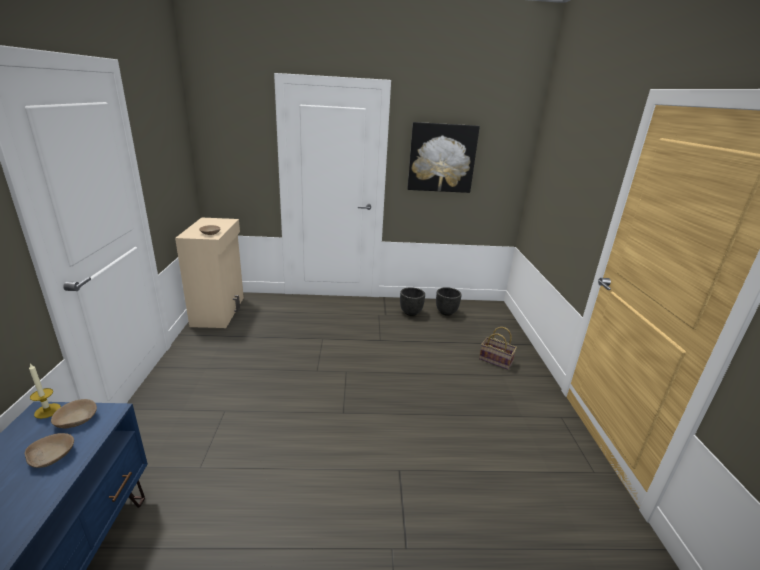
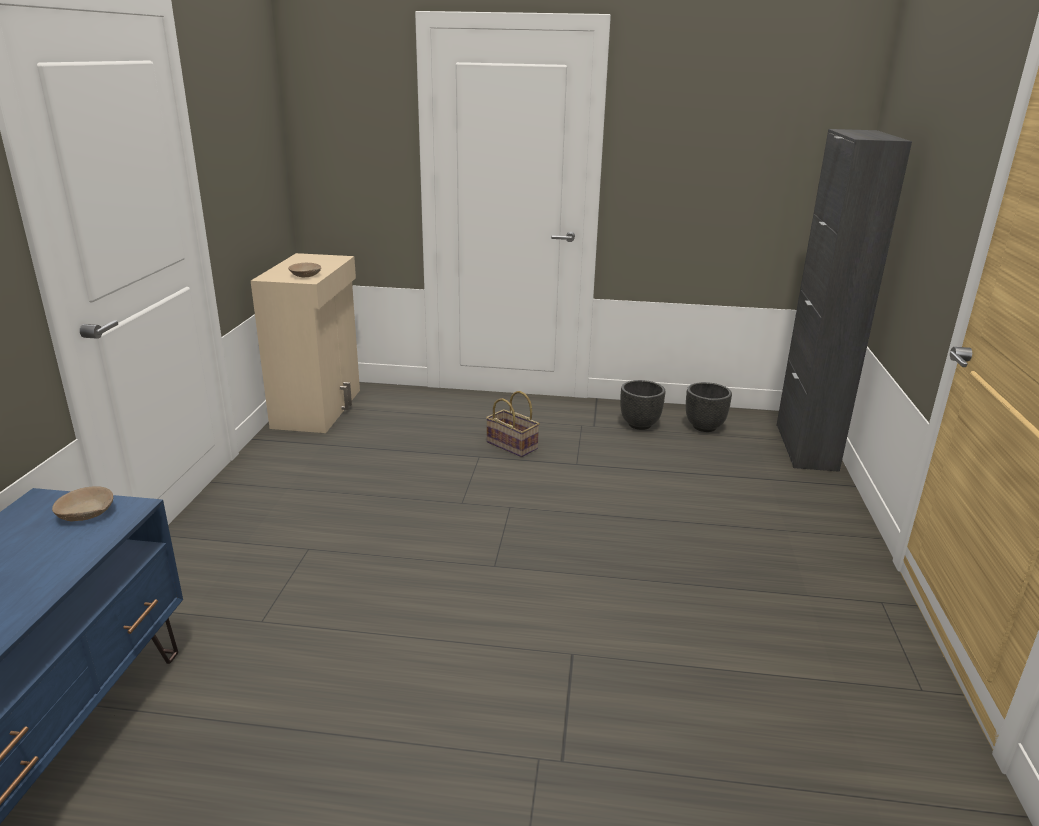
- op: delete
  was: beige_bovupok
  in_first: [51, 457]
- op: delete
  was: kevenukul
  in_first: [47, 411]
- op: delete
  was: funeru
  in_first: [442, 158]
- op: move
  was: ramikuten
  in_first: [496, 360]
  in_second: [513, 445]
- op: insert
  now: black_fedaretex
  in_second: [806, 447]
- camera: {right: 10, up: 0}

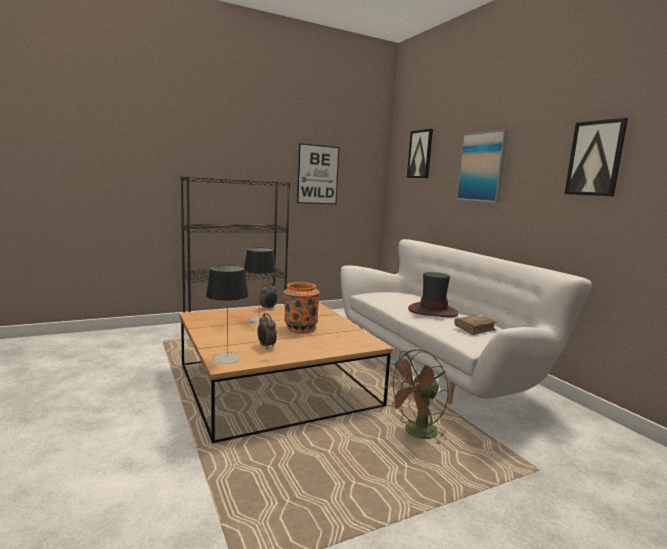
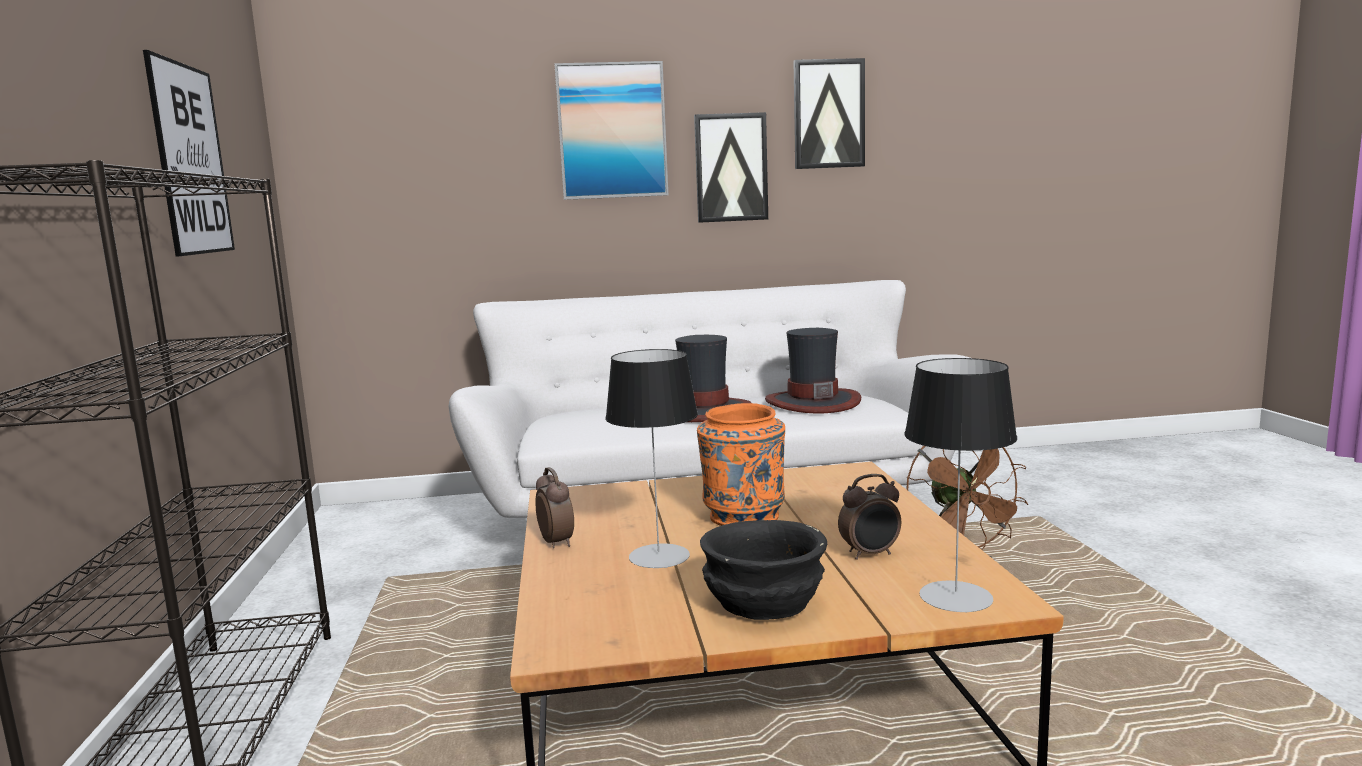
- op: move
  was: funeru
  in_first: [420, 154]
  in_second: [731, 168]
- op: replace
  was: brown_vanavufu
  now: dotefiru
  in_first: [474, 329]
  in_second: [812, 402]
- op: insert
  now: black_bovupok
  in_second: [761, 604]
- camera: {right: -70, up: 0}

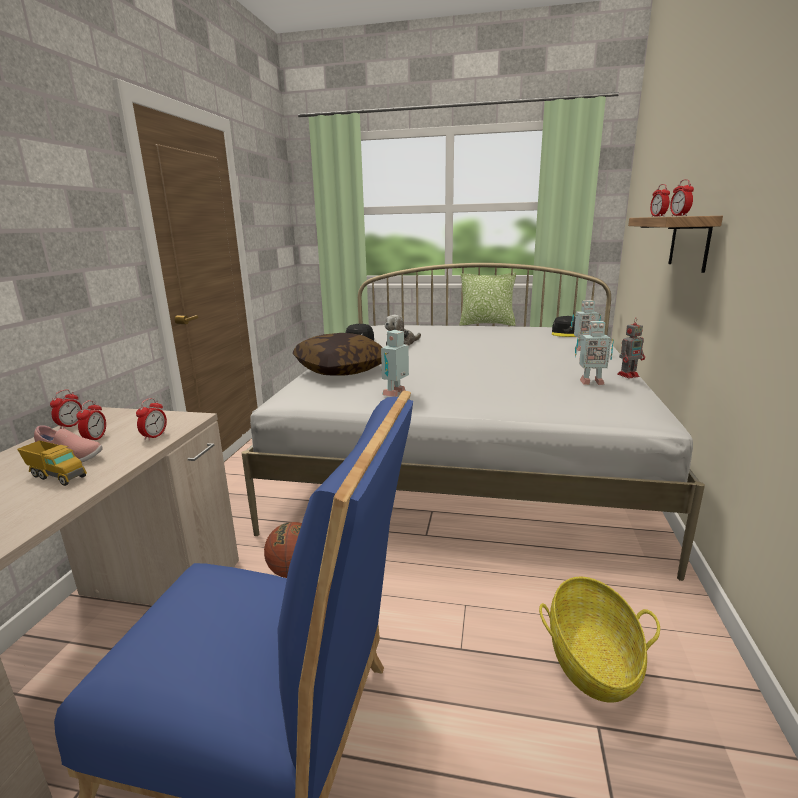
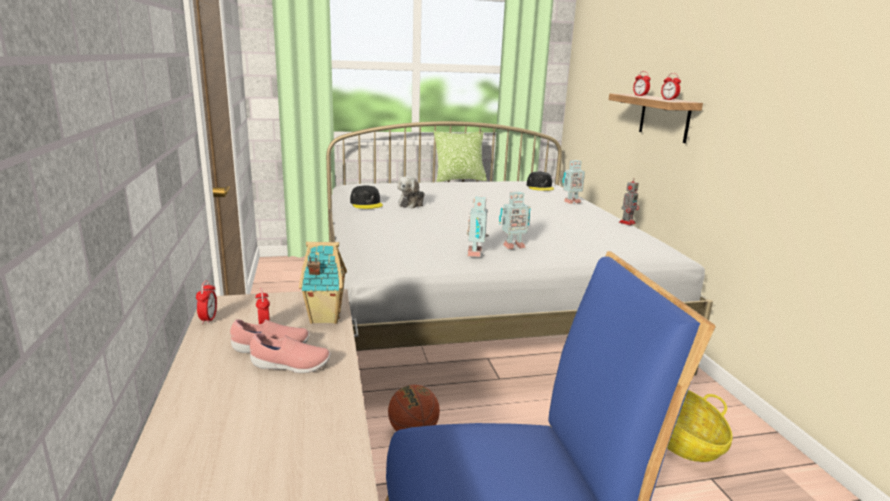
- op: replace
  was: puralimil
  now: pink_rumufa
  in_first: [56, 476]
  in_second: [290, 366]
- op: replace
  was: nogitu
  now: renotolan
  in_first: [154, 436]
  in_second: [324, 317]
- op: delete
  was: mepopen
  in_first: [340, 370]
- op: move
  was: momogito
  in_first: [590, 382]
  in_second: [512, 246]
- camera: {right: -25, up: 0}

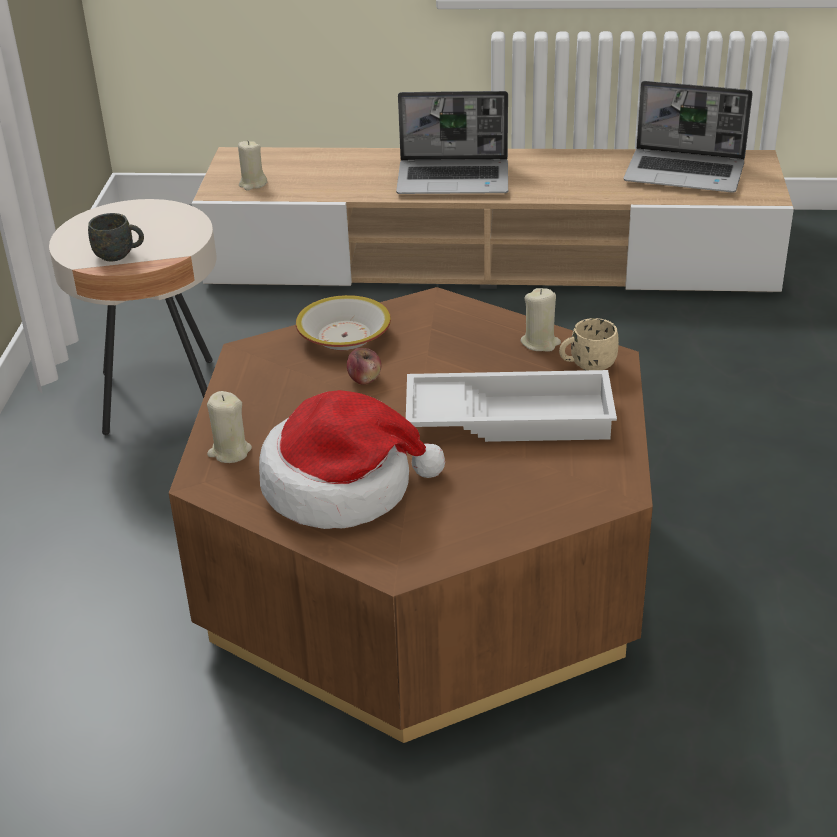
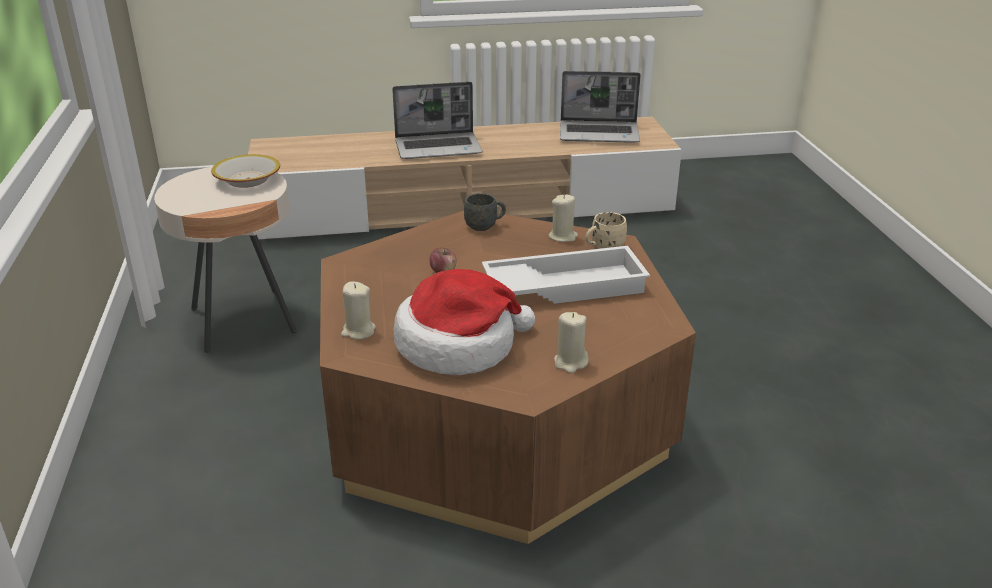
- op: move
  was: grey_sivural
  in_first: [120, 255]
  in_second: [485, 226]
- op: move
  was: beige_kevenukul
  in_first: [252, 184]
  in_second: [570, 362]
- op: move
  was: bovupok
  in_first: [344, 337]
  in_second: [248, 180]
- camera: {right: -15, up: -5}

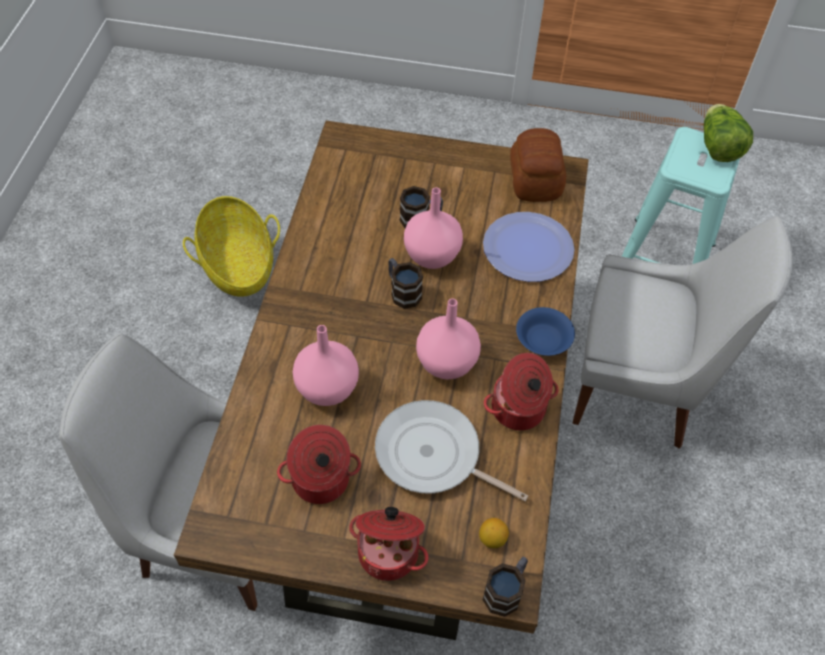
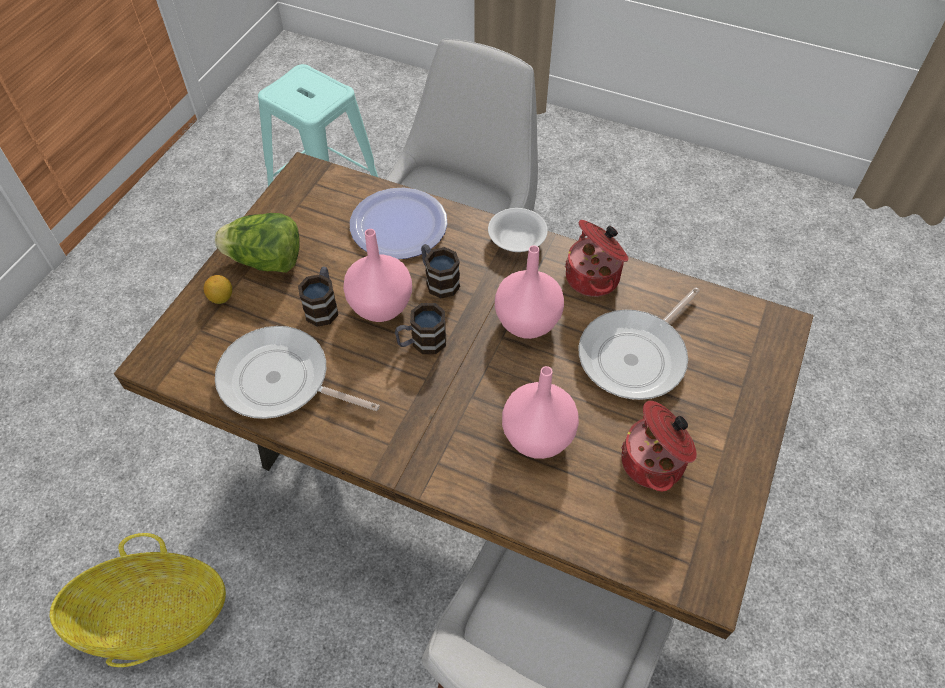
- op: delete
  was: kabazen
  in_first: [389, 551]
- op: move
  was: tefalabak
  in_first: [492, 539]
  in_second: [221, 298]
- op: move
  was: sivural
  in_first: [506, 591]
  in_second: [438, 280]
- op: delete
  was: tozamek
  in_first: [536, 179]
- op: recolor
  was: blue_bovupok
  now: white_bovupok
  in_first: [543, 339]
  in_second: [516, 240]
- op: move
  was: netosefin
  in_first: [718, 147]
  in_second: [266, 261]
- op: insert
  now: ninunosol
  in_second: [280, 381]
- camera: {right: -75, up: 0}

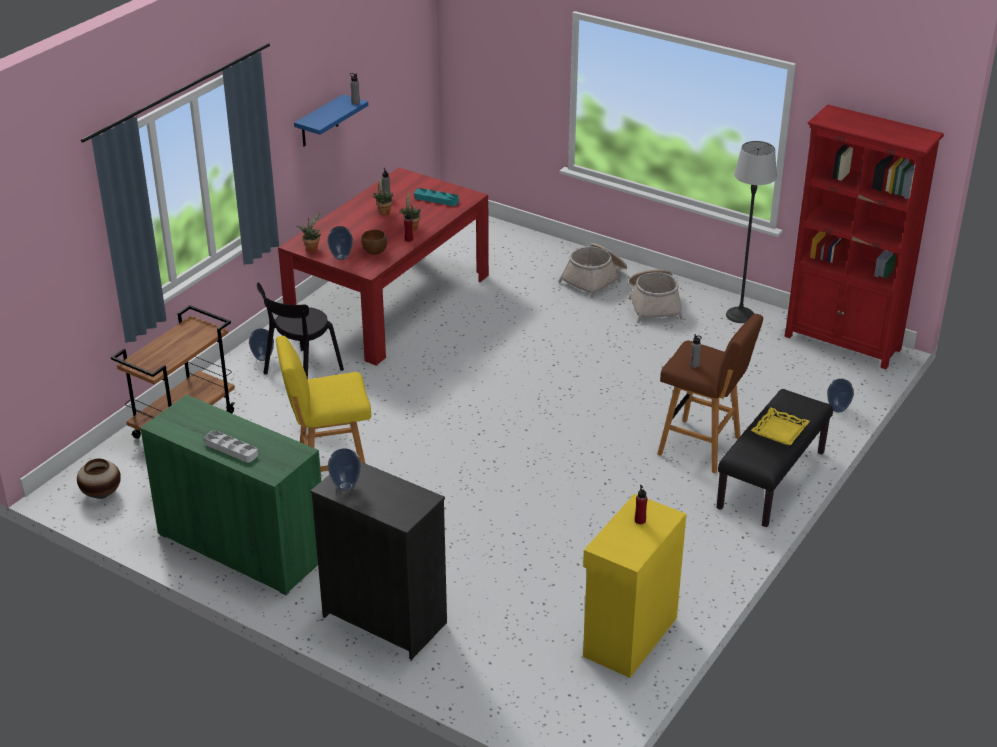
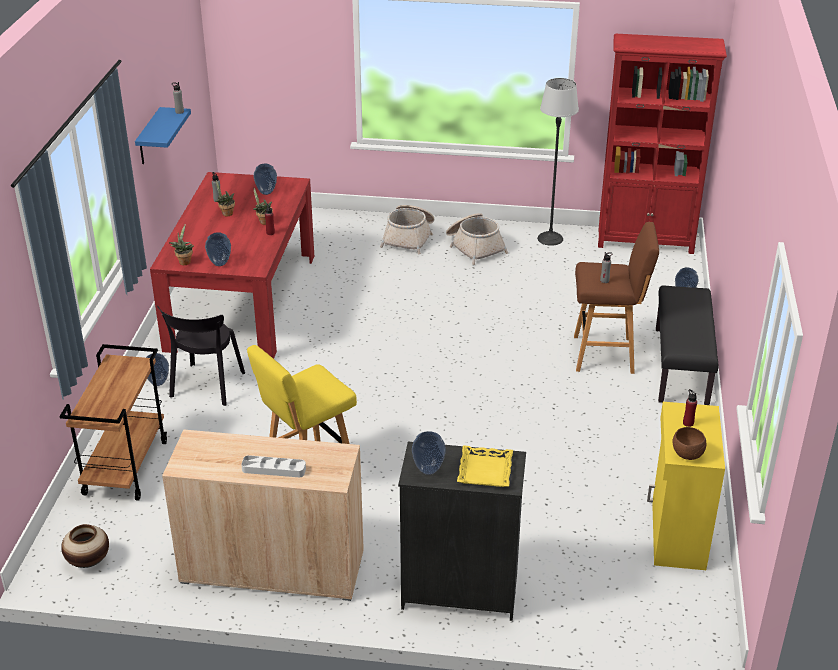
- op: recolor
  was: green_fedaretex
  now: beige_fedaretex
  in_first: [242, 546]
  in_second: [272, 567]
- op: move
  was: brown_bovupok
  in_first: [374, 252]
  in_second: [687, 455]
- op: replace
  was: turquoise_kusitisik
  now: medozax
  in_first: [436, 199]
  in_second: [266, 192]
- op: move
  was: yellow_kusitisik
  in_first: [780, 431]
  in_second: [485, 471]
- camera: {right: -25, up: 0}

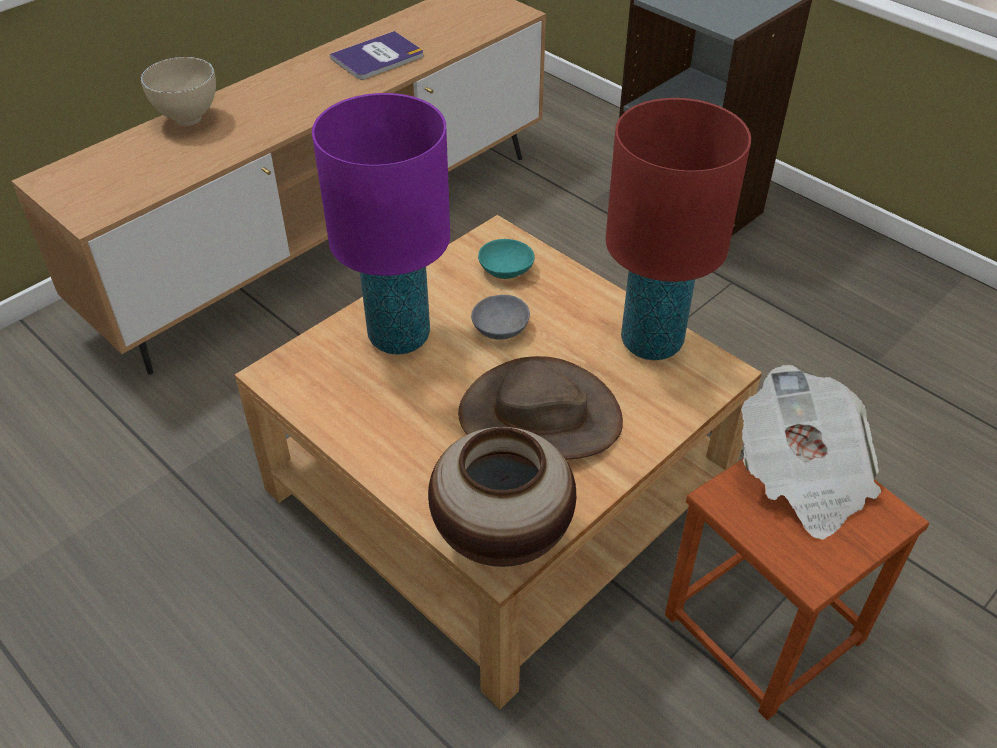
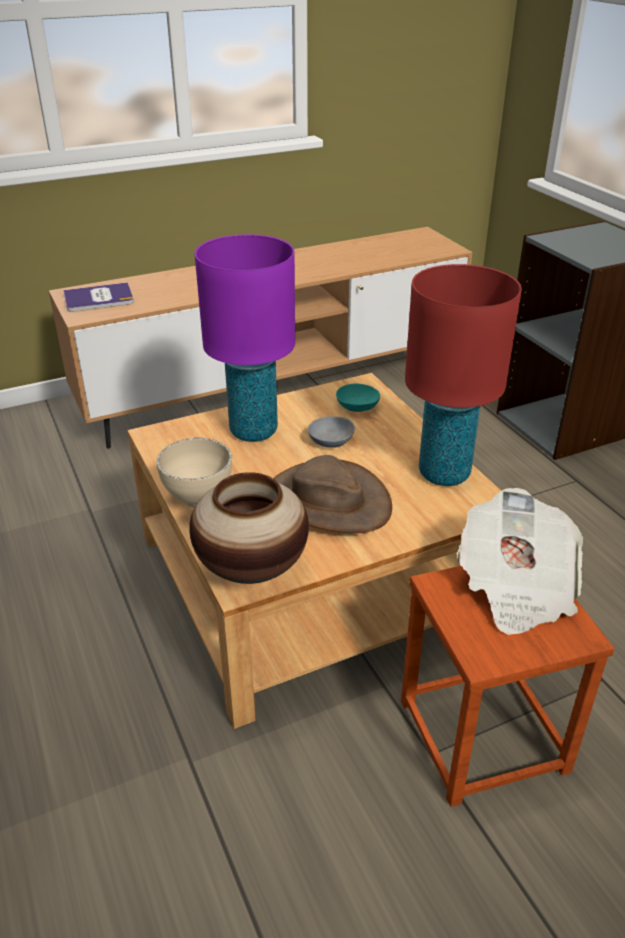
- op: move
  was: beige_bovupok
  in_first: [188, 121]
  in_second: [197, 502]
- op: move
  was: vanavufu
  in_first: [378, 57]
  in_second: [98, 299]
- camera: {right: 20, up: -10}

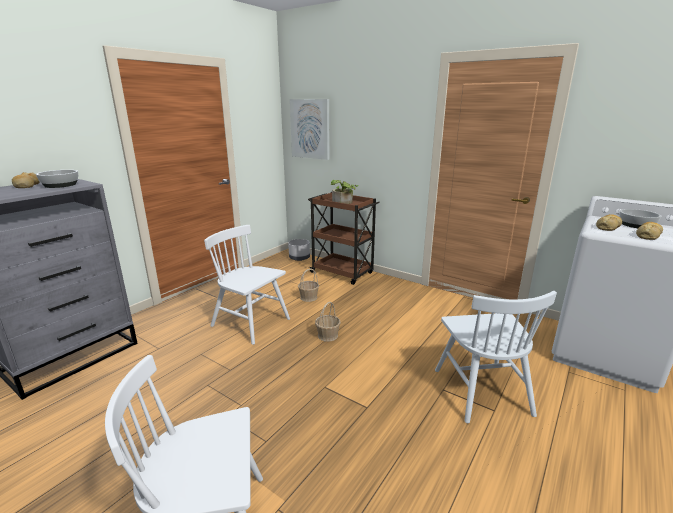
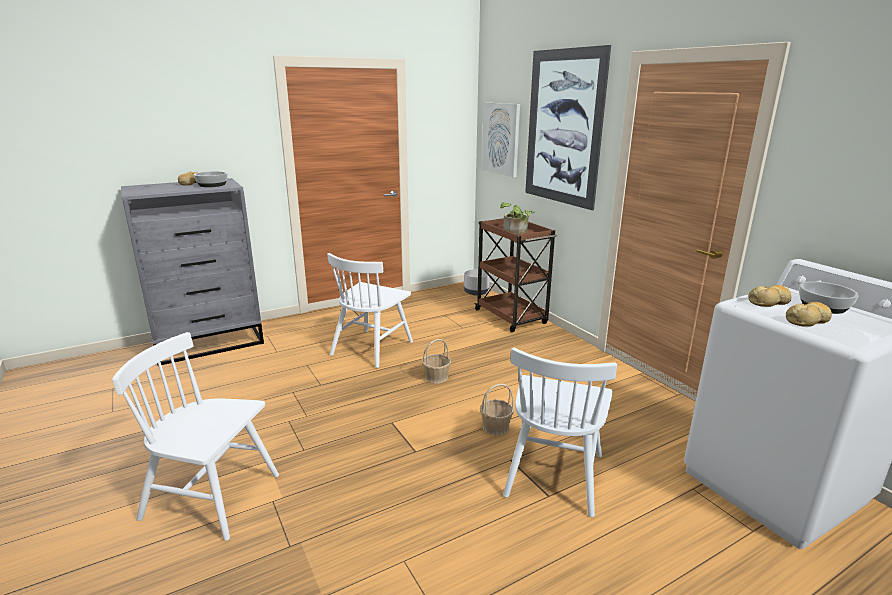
- op: rotate
  was: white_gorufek
  in_first: [251, 323]
  in_second: [372, 348]
  clockwise: -120
- op: move
  was: ramikuten
  in_first: [308, 297]
  in_second: [495, 427]
- op: insert
  now: funeru
  in_second: [563, 128]
- camera: {right: 25, up: 0}

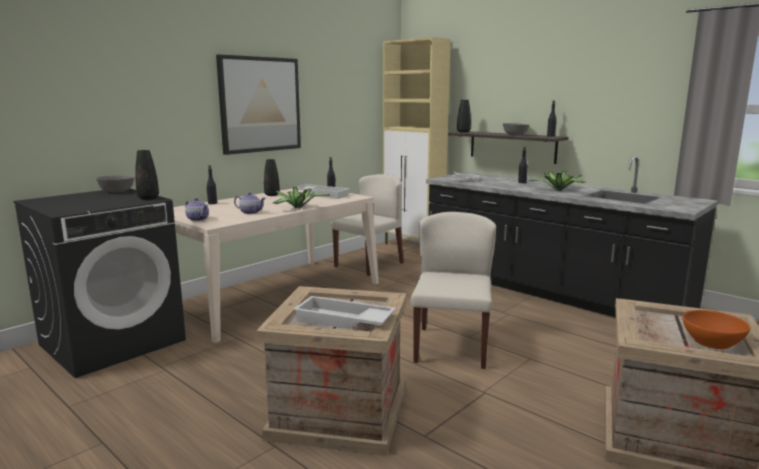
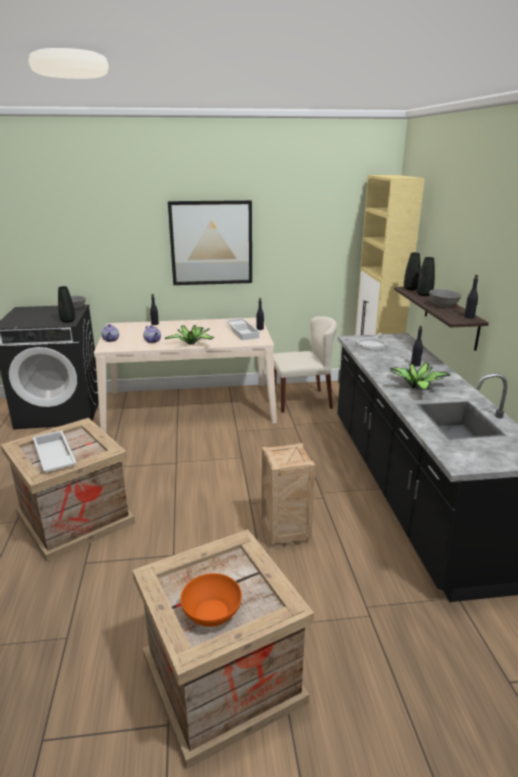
- op: move
  was: black_medozax
  in_first: [272, 195]
  in_second: [424, 294]
- op: delete
  was: beige_gorufek
  in_first: [451, 346]
- op: insert
  now: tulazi
  in_second: [286, 533]
- camera: {right: 40, up: 10}

